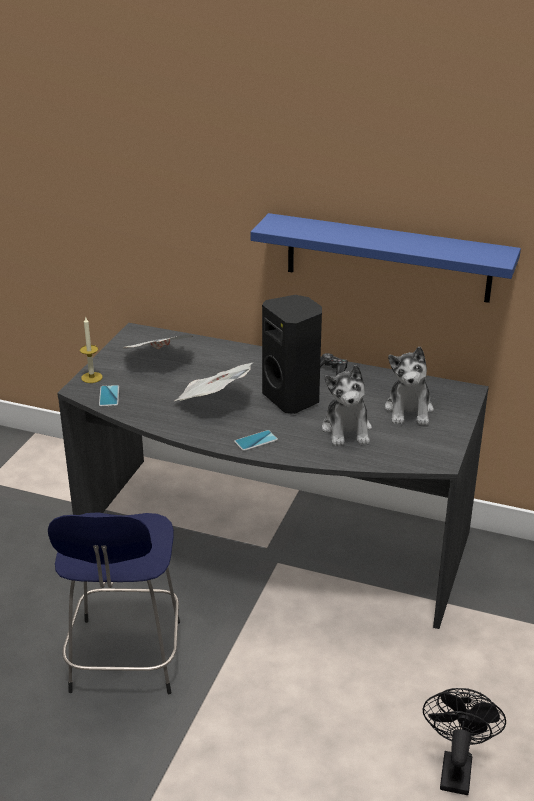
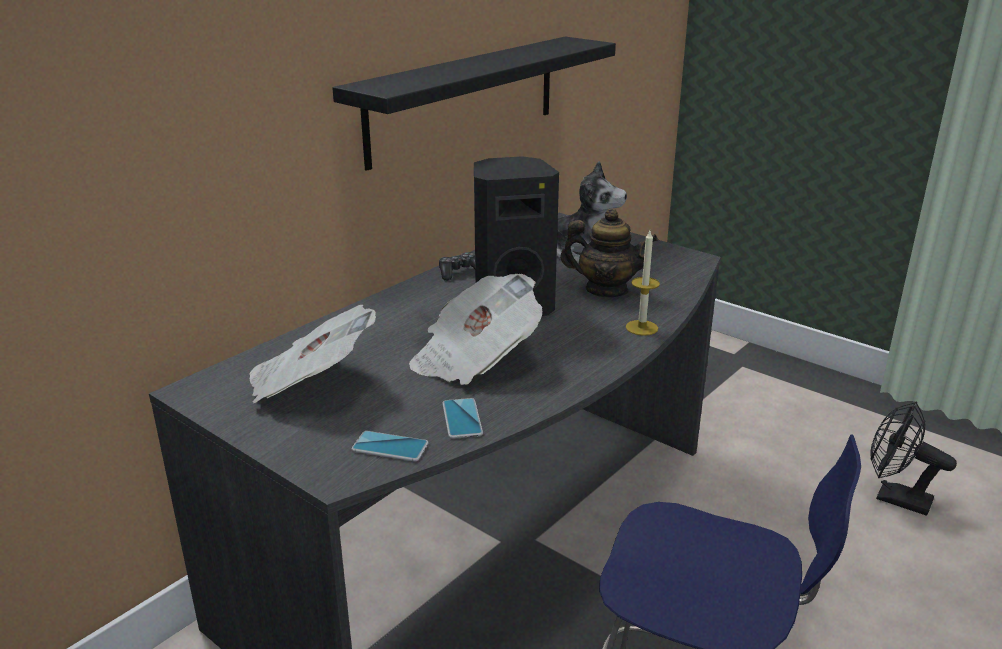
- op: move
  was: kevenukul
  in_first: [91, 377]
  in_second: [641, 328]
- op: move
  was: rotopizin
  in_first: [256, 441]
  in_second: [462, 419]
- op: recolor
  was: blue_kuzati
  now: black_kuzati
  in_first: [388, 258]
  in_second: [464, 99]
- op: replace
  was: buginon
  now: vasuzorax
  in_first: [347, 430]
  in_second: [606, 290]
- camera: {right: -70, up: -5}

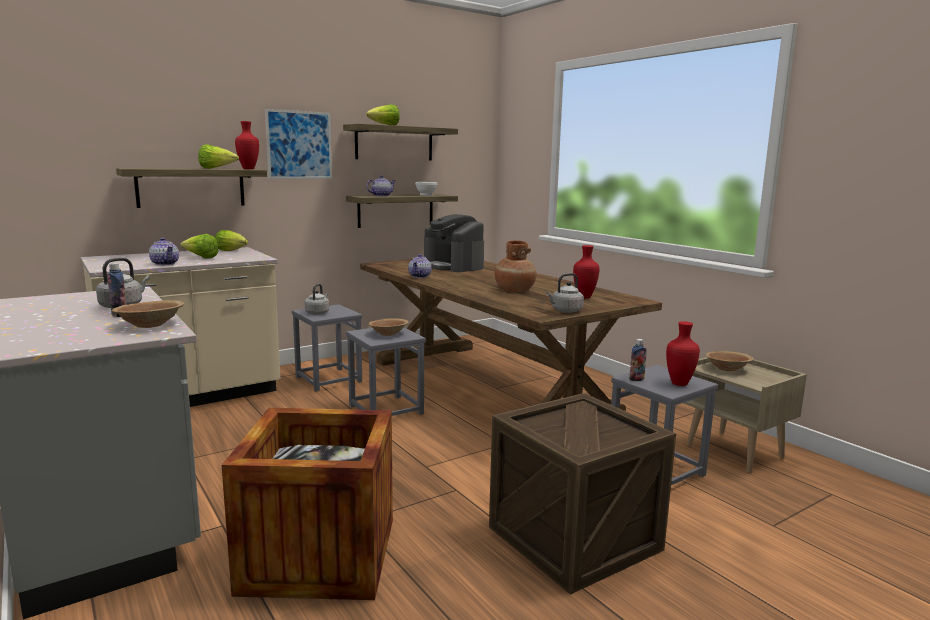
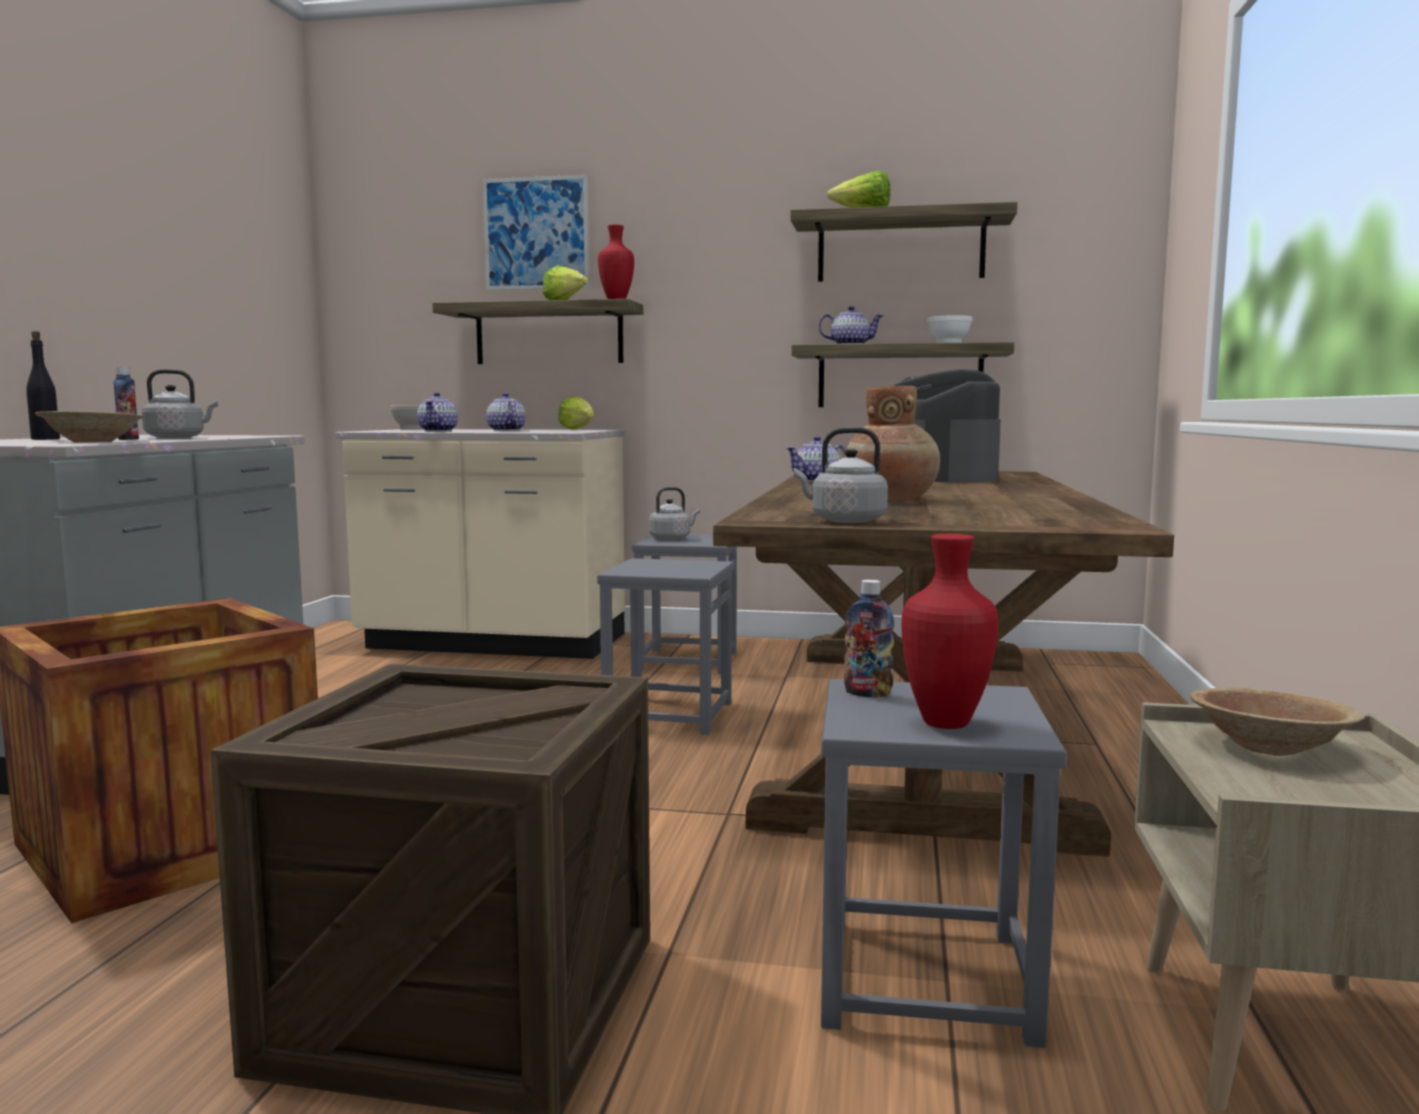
- op: replace
  was: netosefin
  now: vasuzorax
  in_first: [201, 258]
  in_second: [506, 430]
- op: move
  was: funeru
  in_first: [299, 145]
  in_second: [536, 233]
- op: delete
  was: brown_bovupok
  in_first: [388, 334]
- op: delete
  was: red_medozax
  in_first: [585, 297]
- op: insert
  now: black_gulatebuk
  in_second: [45, 439]
- op: insert
  now: white_bovupok
  in_second: [412, 429]
- camera: {right: 45, up: -5}

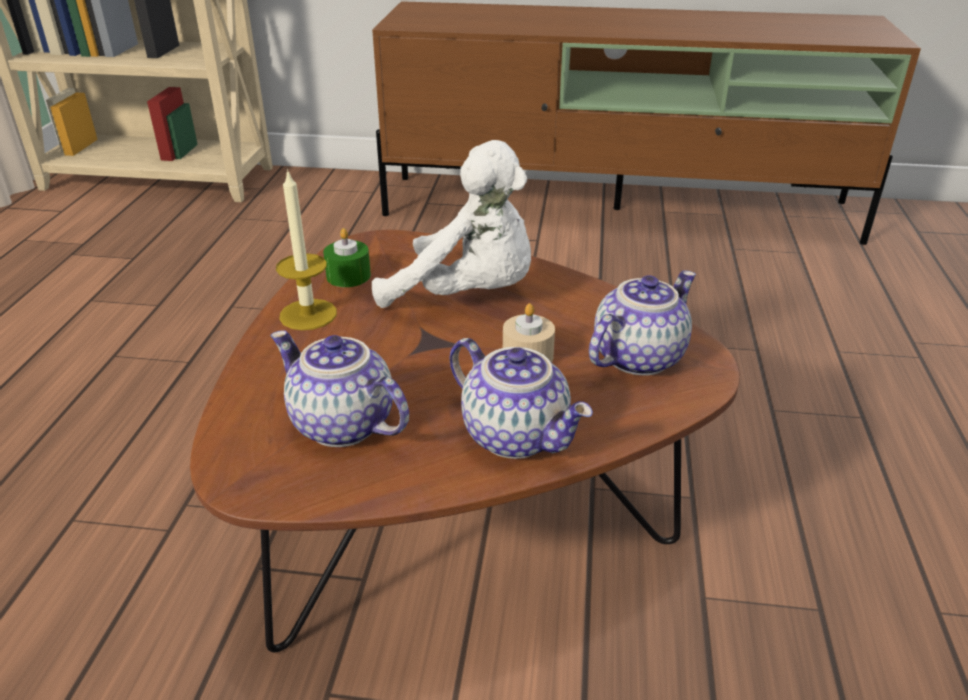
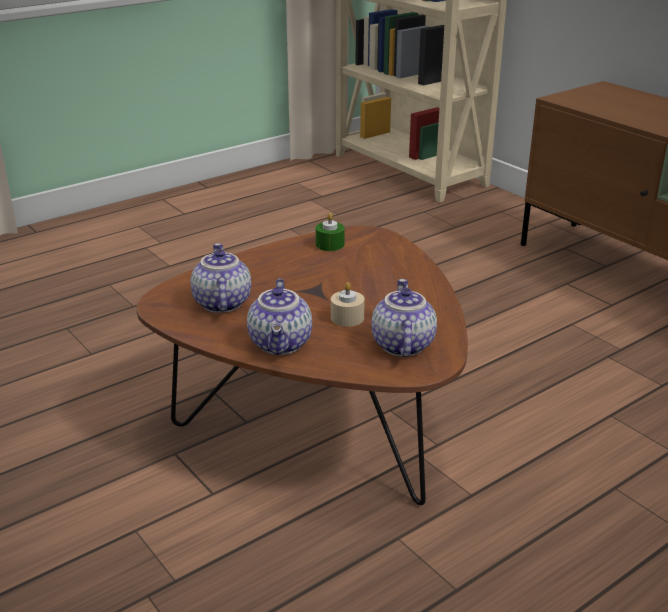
- op: delete
  was: kevenukul
  in_first: [308, 314]
- op: delete
  was: white_buginon
  in_first: [468, 295]
- op: rotate
  was: vasuzorax
  in_first: [637, 356]
  in_second: [401, 345]
  clockwise: -90
- camera: {right: 45, up: -5}

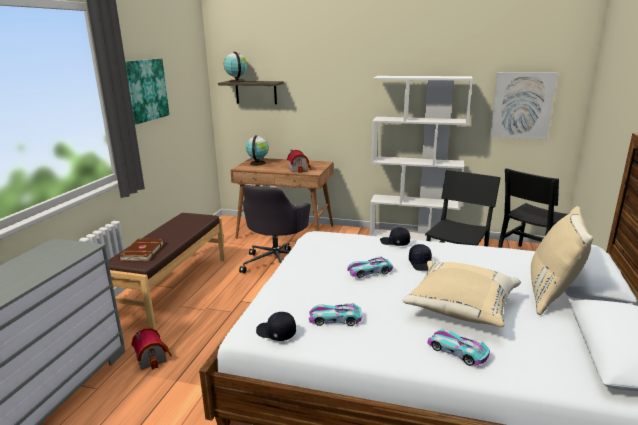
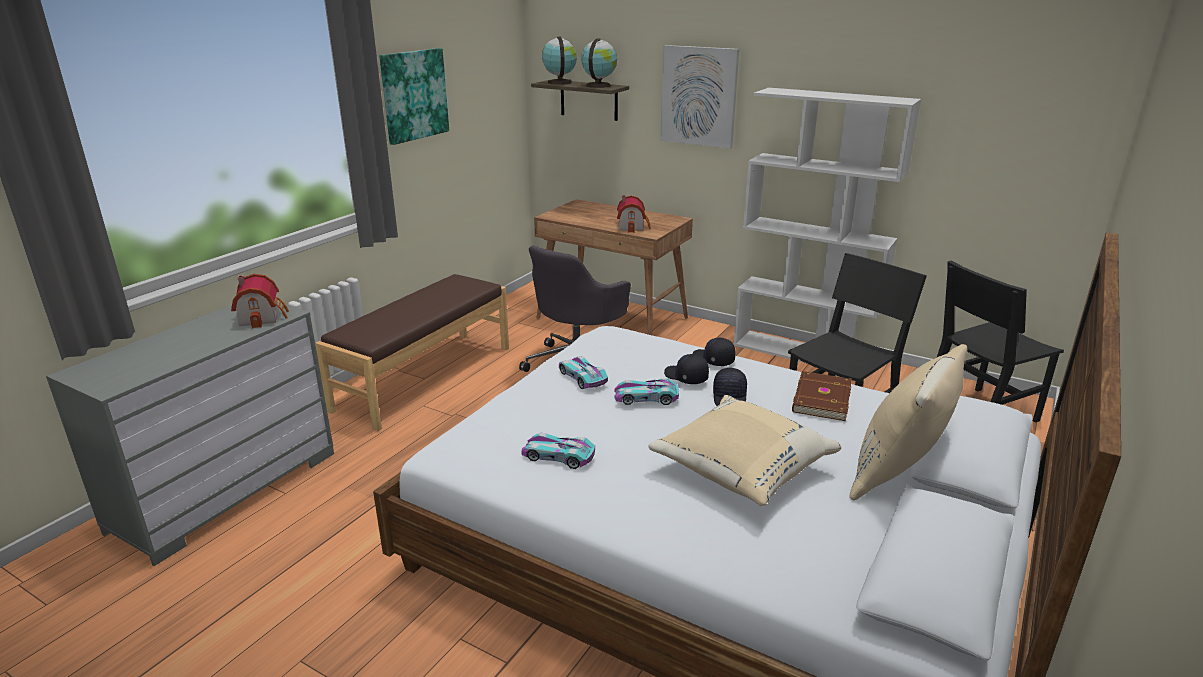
- op: move
  was: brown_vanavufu
  in_first: [142, 252]
  in_second: [820, 399]
- op: move
  was: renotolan
  in_first: [153, 357]
  in_second: [262, 316]
- op: move
  was: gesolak
  in_first: [257, 163]
  in_second: [598, 85]
- op: move
  was: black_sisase
  in_first: [276, 333]
  in_second: [685, 377]
- op: move
  was: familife
  in_first: [457, 351]
  in_second: [582, 377]
- op: move
  was: funeru
  in_first: [522, 105]
  in_second: [699, 96]
- camera: {right: 15, up: 5}

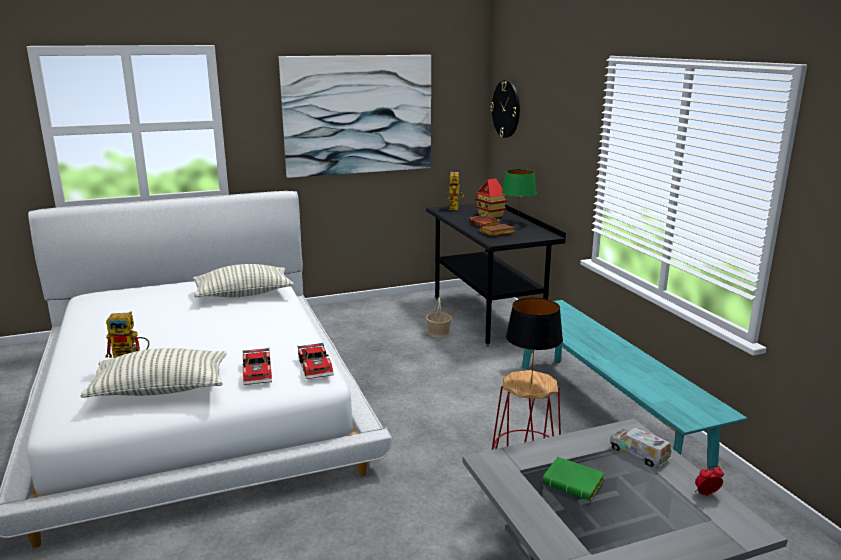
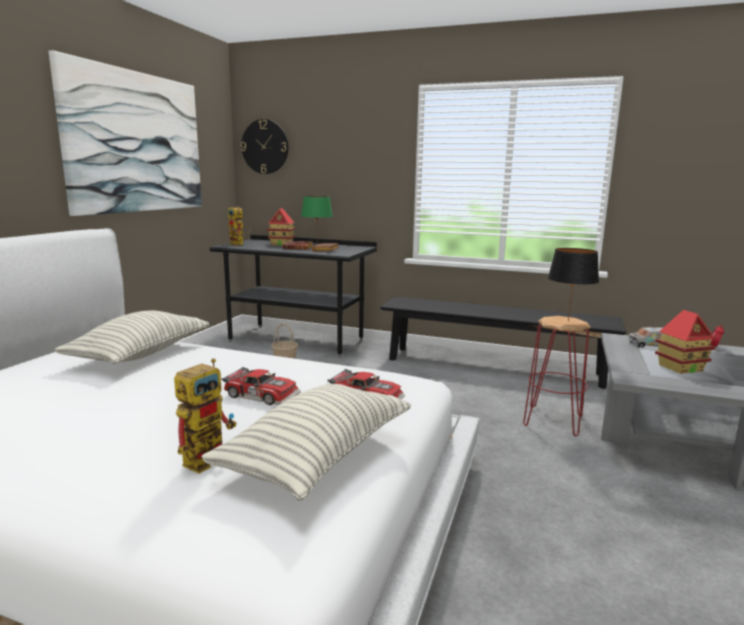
- op: move
  was: familife
  in_first: [317, 367]
  in_second: [263, 394]
- op: recolor
  was: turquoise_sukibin
  now: black_sukibin
  in_first: [604, 417]
  in_second: [493, 367]
- op: replace
  was: green_vanavufu
  now: renotolan
  in_first: [575, 483]
  in_second: [680, 368]
- camera: {right: -50, up: -5}

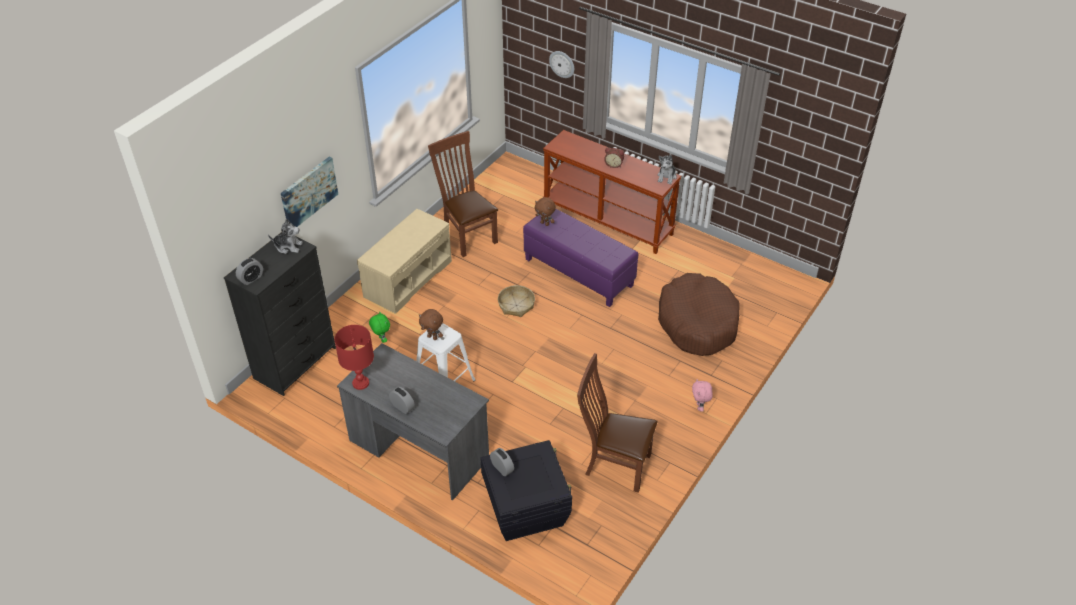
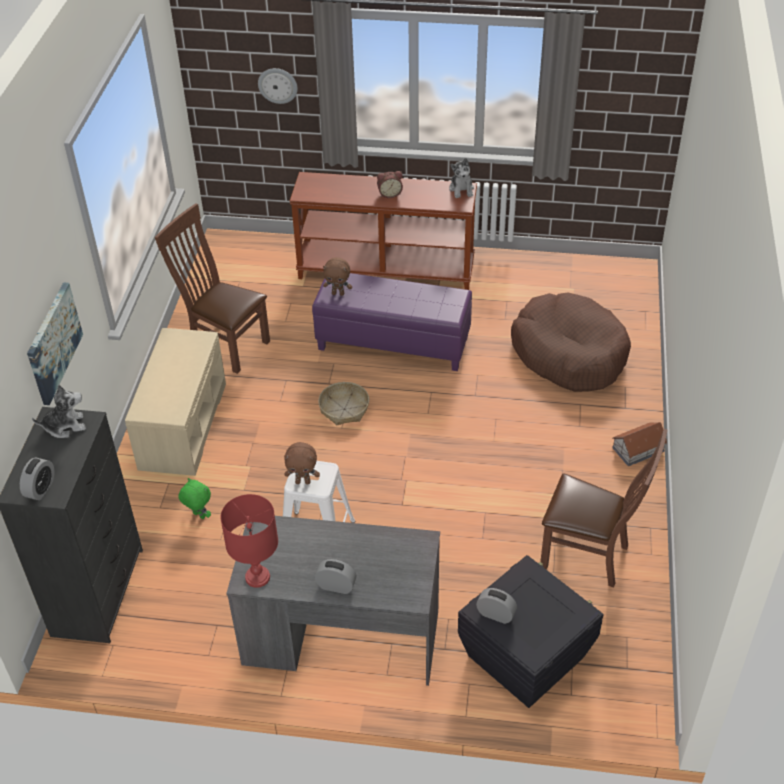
- op: rotate
  was: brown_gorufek
  in_first: [613, 464]
  in_second: [590, 557]
  clockwise: -150
- op: replace
  was: pink_buginon
  now: renotolan
  in_first: [700, 407]
  in_second: [638, 449]
- camera: {right: -25, up: 0}

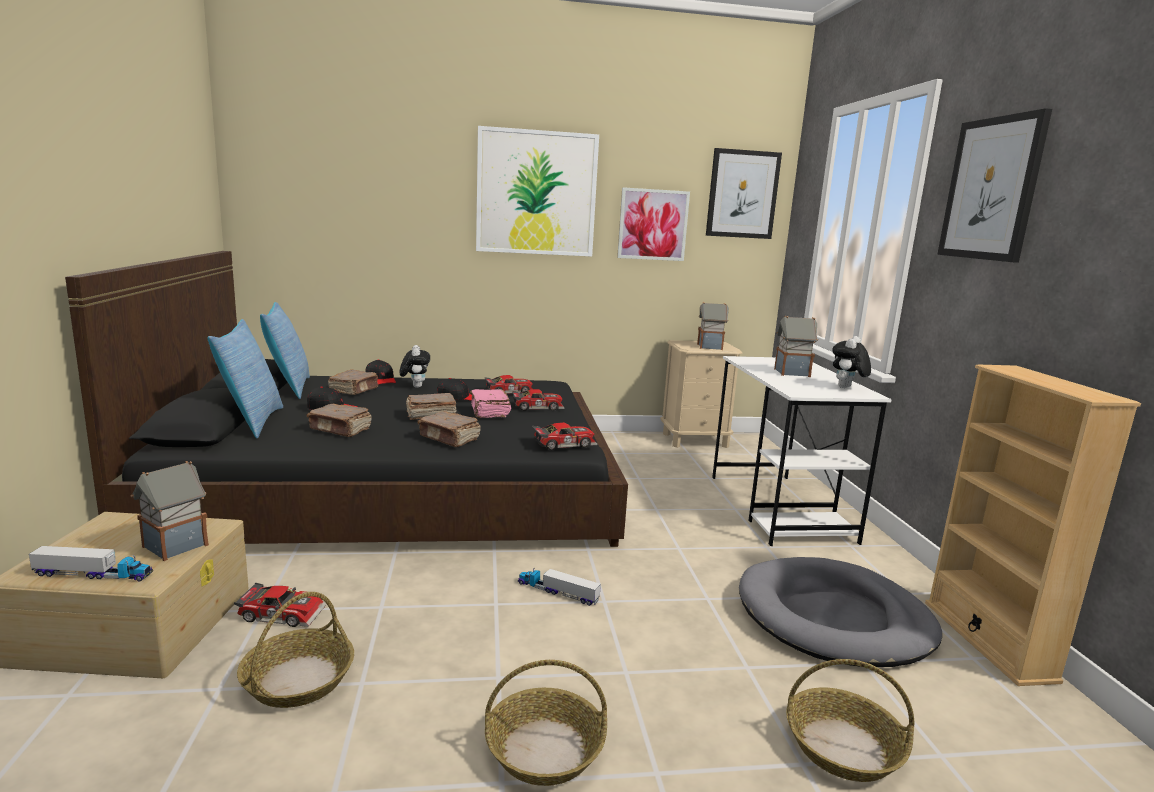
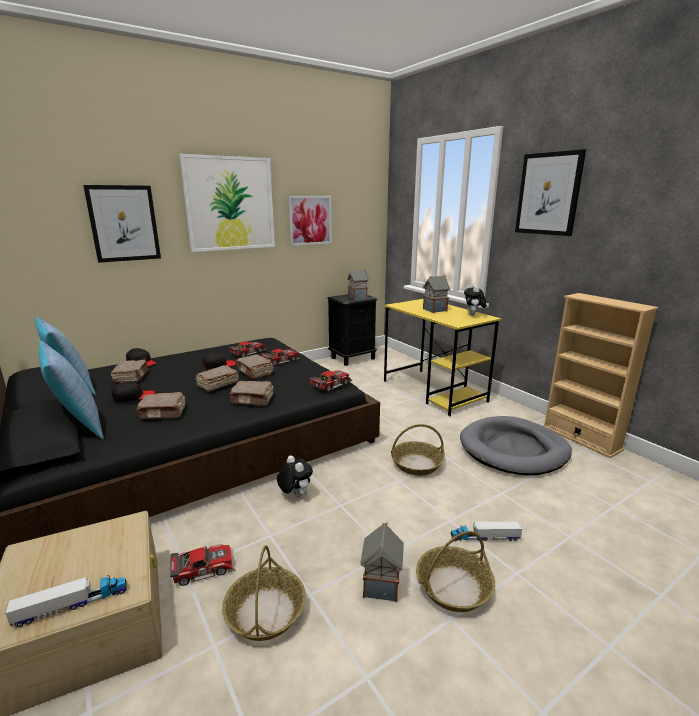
- op: move
  was: renotolan
  in_first: [174, 547]
  in_second: [381, 587]
- op: move
  was: buginon
  in_first: [415, 386]
  in_second: [295, 495]
- op: recolor
  was: pink_vanavufu
  now: brown_vanavufu
  in_first: [489, 412]
  in_second: [255, 372]
- op: move
  was: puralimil
  in_first: [557, 592]
  in_second: [484, 537]
- op: recolor
  was: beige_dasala
  now: black_dasala
  in_first: [695, 440]
  in_second: [353, 358]
- op: move
  was: funeru
  in_first: [742, 194]
  in_second: [124, 223]
- op: recolor
  was: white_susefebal
  now: yellow_susefebal
  in_first: [780, 508]
  in_second: [434, 391]
- op: move
  was: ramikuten
  in_first: [843, 747]
  in_second: [417, 464]
- camera: {right: -25, up: 5}

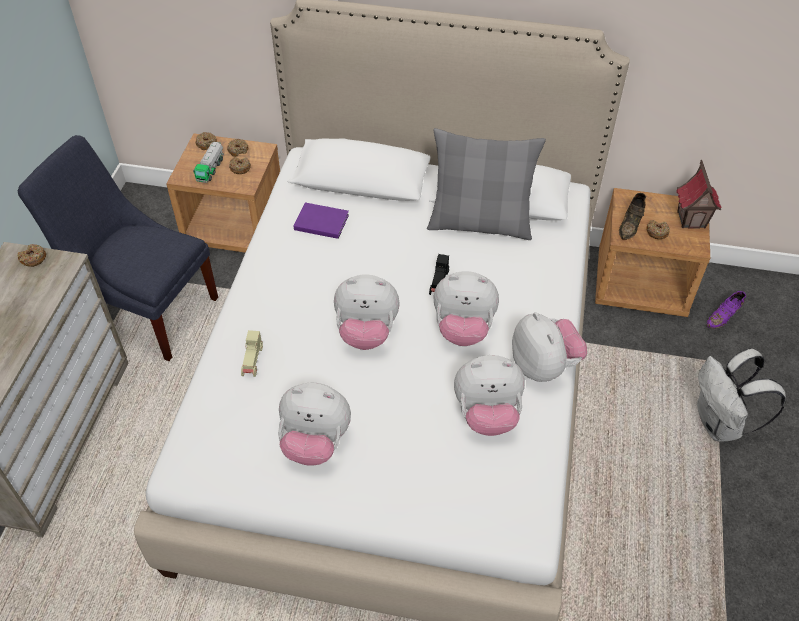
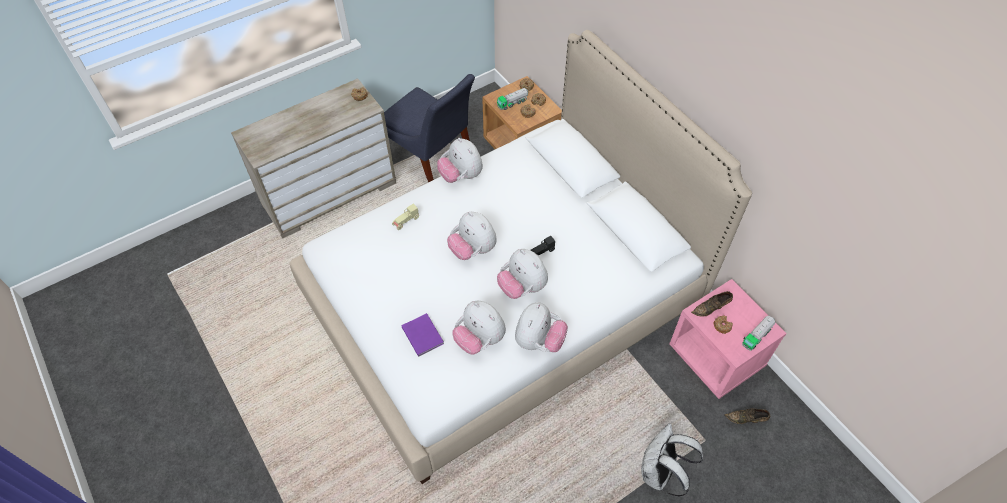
- op: rotate
  was: blue_gorufek
  in_first: [146, 309]
  in_second: [432, 161]
  clockwise: 150
- op: move
  was: buginon
  in_first: [315, 442]
  in_second: [461, 176]
- op: move
  was: purple_vanavufu
  in_first: [320, 221]
  in_second: [422, 334]
- op: delete
  was: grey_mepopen
  in_first: [480, 223]
- op: recolor
  was: brown_dasala
  now: pink_dasala
  in_first: [641, 285]
  in_second: [716, 357]
- op: replace
  was: renotolan
  now: puralimil
  in_first: [691, 219]
  in_second: [756, 336]
- op: recolor
  was: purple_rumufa
  now: brown_rumufa
  in_first: [723, 317]
  in_second: [746, 419]
- camera: {right: 45, up: 5}

